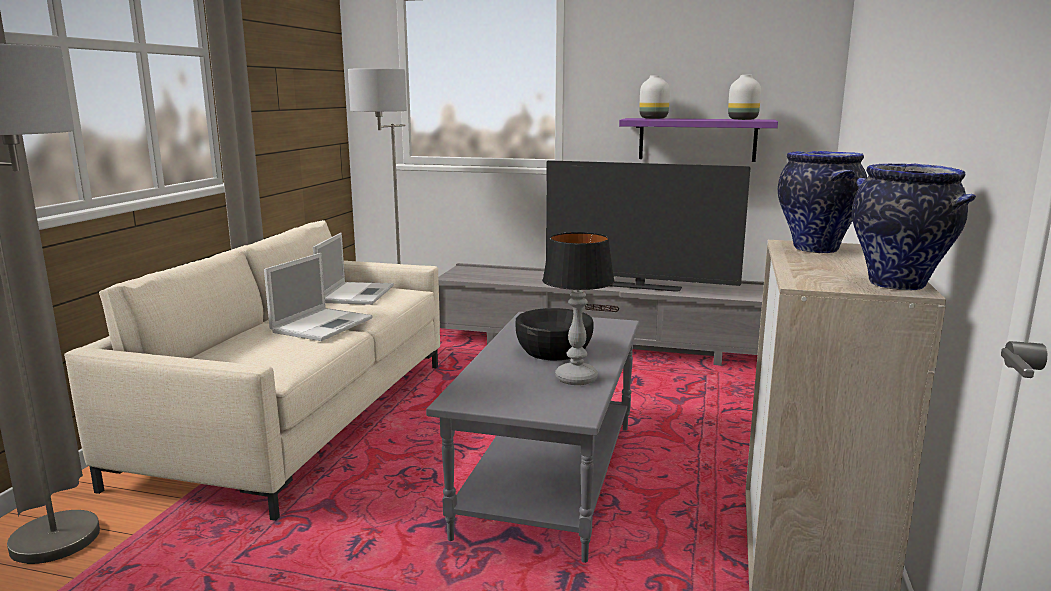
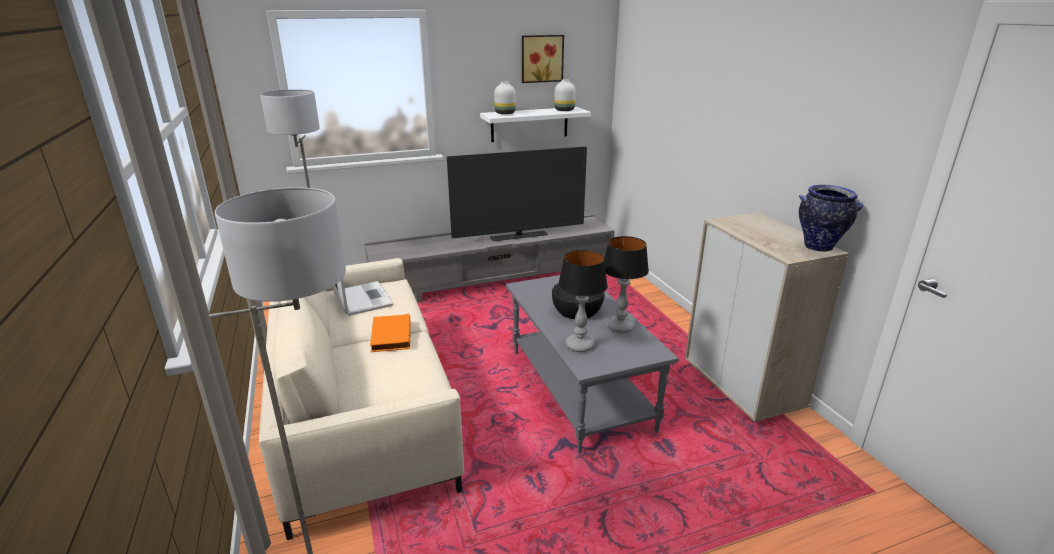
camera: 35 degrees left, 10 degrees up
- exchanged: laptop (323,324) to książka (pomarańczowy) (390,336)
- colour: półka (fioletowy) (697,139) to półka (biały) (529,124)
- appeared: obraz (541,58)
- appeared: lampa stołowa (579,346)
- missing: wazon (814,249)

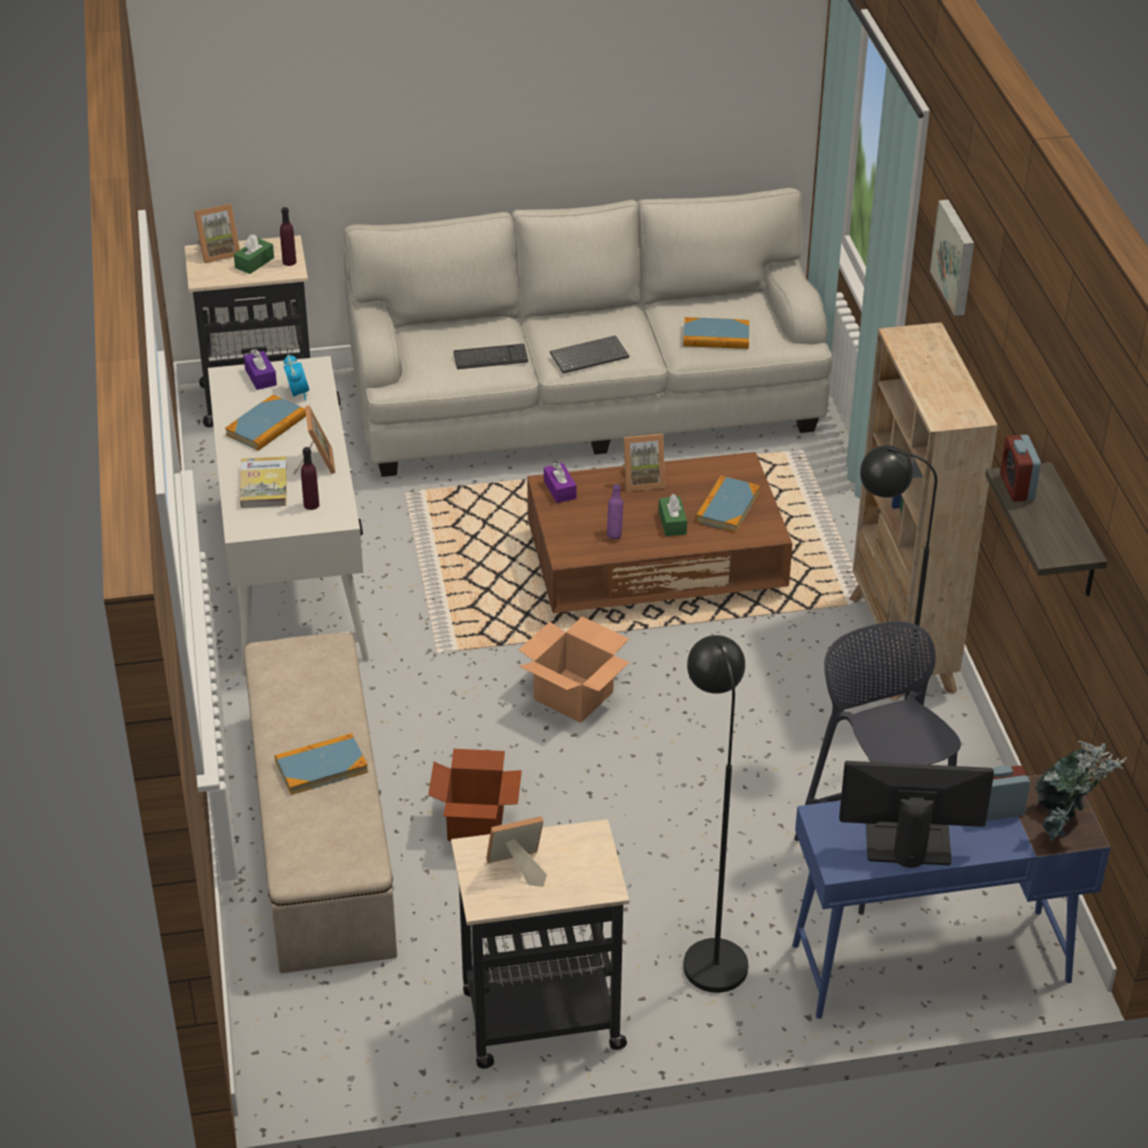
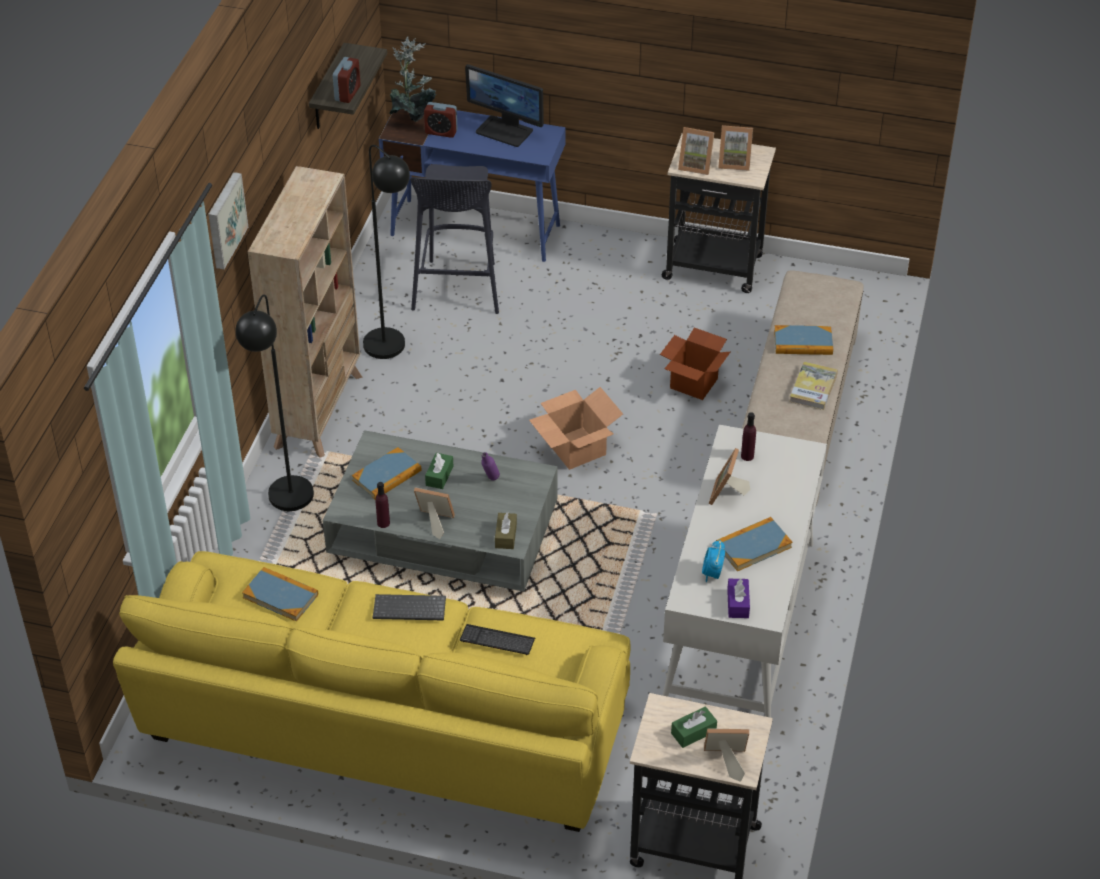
camera: 155 degrees left, 5 degrees up
- colour: kanapa (biały) (585,403) to kanapa (żółty) (385,727)
- relocated: lampa stojąca (czarny) (709,953) to (287,506)
- colour: ława (brązowy) (655,564) to ława (szary) (443,534)
- relocated: butelka (fioletowy) (289,262) to (383,523)
- colour: pudełko chusteczek (fioletowy) (560,489) to pudełko chusteczek (brązowy) (506,536)
- appeared: ramka na zdjęcie (696,165)
- relocated: książka (264,485) to (813,388)

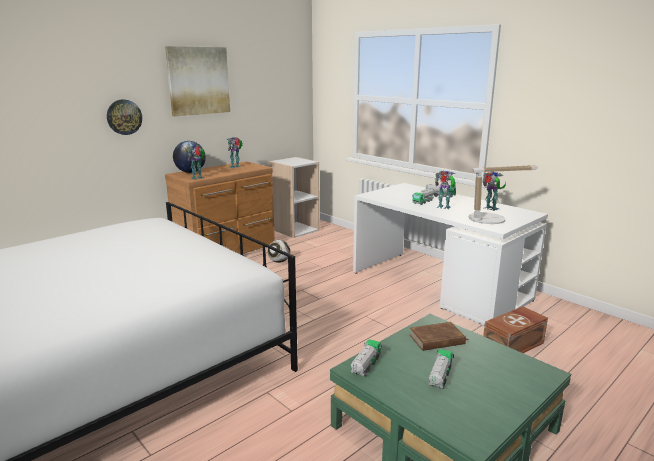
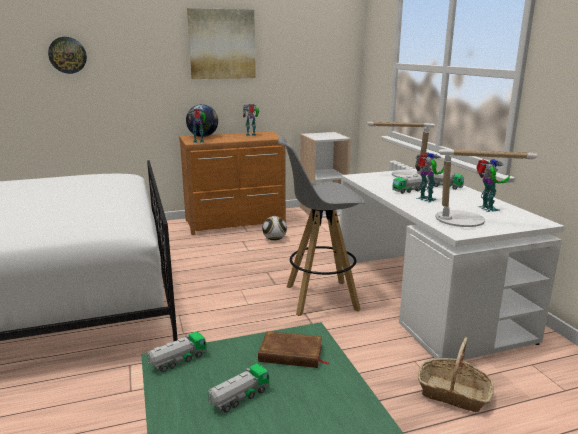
camera: 25 degrees right, 0 degrees up
- relocated: zegar ścienny (124,117) to (67,55)
- appeared: stołek (szary) (319,297)
- appeared: lampa stołowa (404,176)
- exchanged: pojemnik do przechowywania (brązowy) (514,345) to koszyk (453,393)

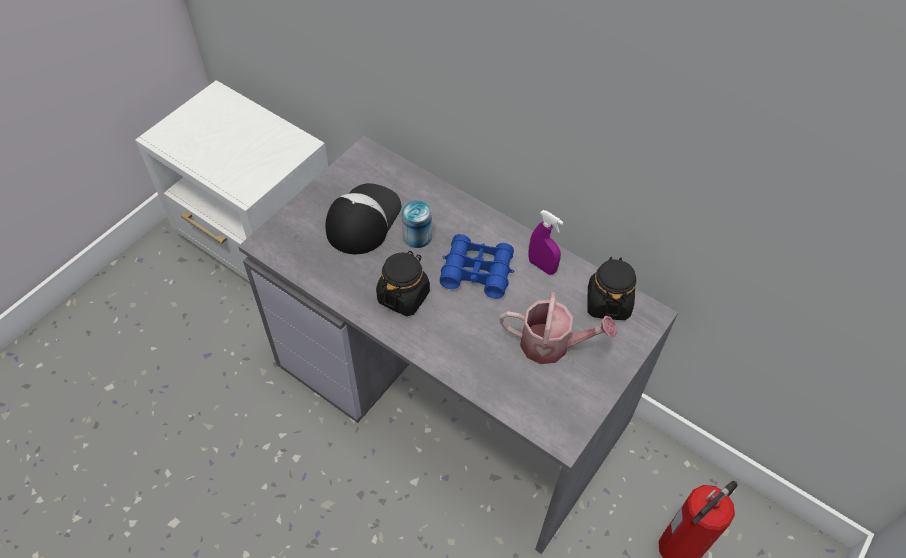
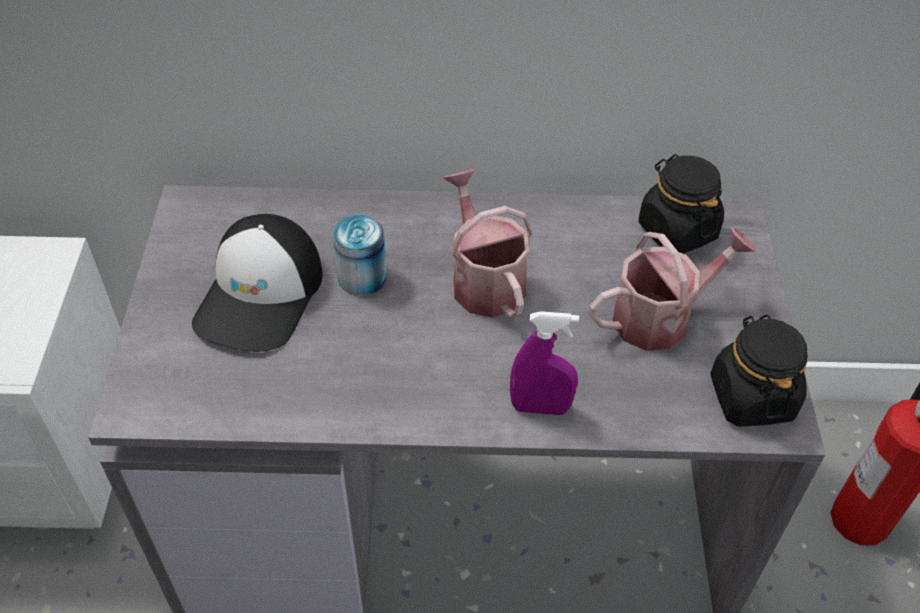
camera: 35 degrees left, 5 degrees down
- spun: czapka z daszkiem (362,219) = (261,295) 150 degrees counterclockwise
- exchanged: lornetka (niebieski) (477,271) to konewka (484,279)
- relocated: spryskiwacz (fioletowy) (542,266) to (540,407)
- relocated: słoik (czarny) (403,296) to (751,397)

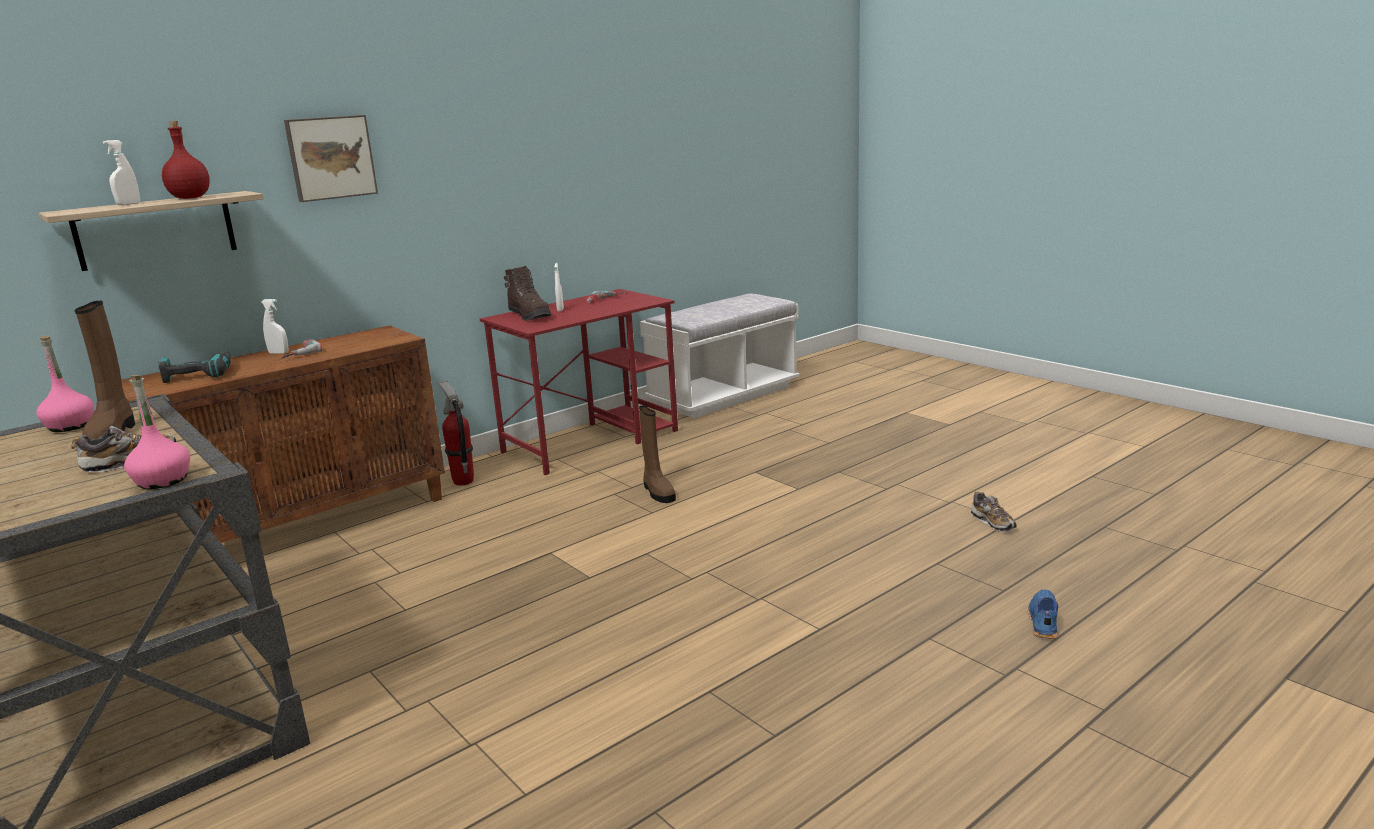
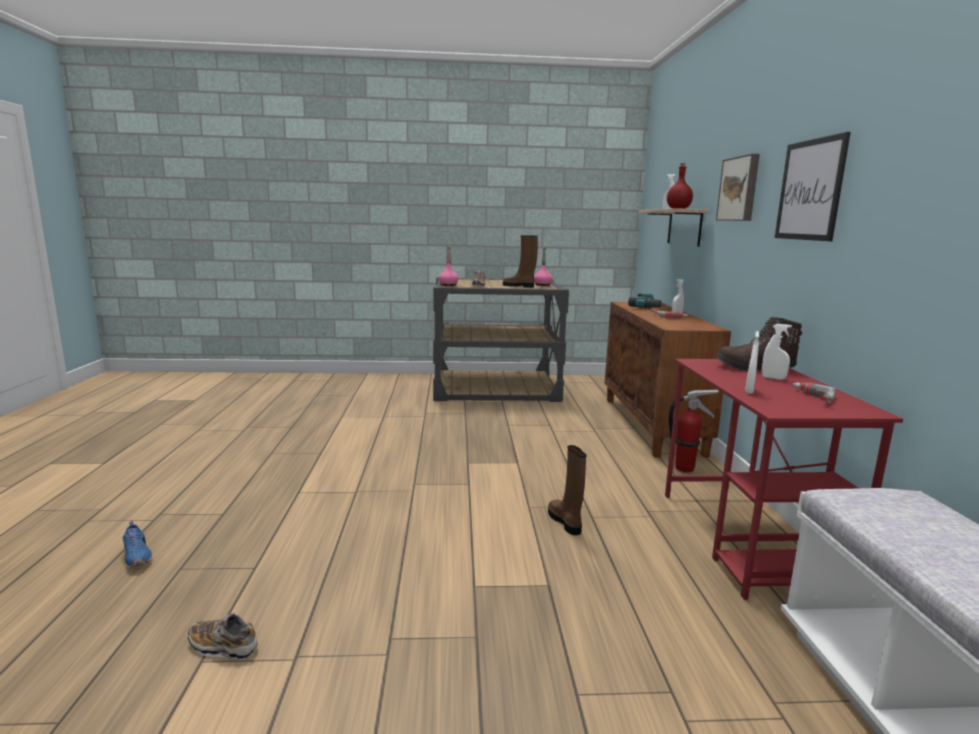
camera: 125 degrees right, 5 degrees down
- spun: but z cholewką (brązowy) (657,492) = (565,522) 60 degrees clockwise
- appeared: spryskiwacz (biały) (749,391)
- appeared: obraz (810,190)

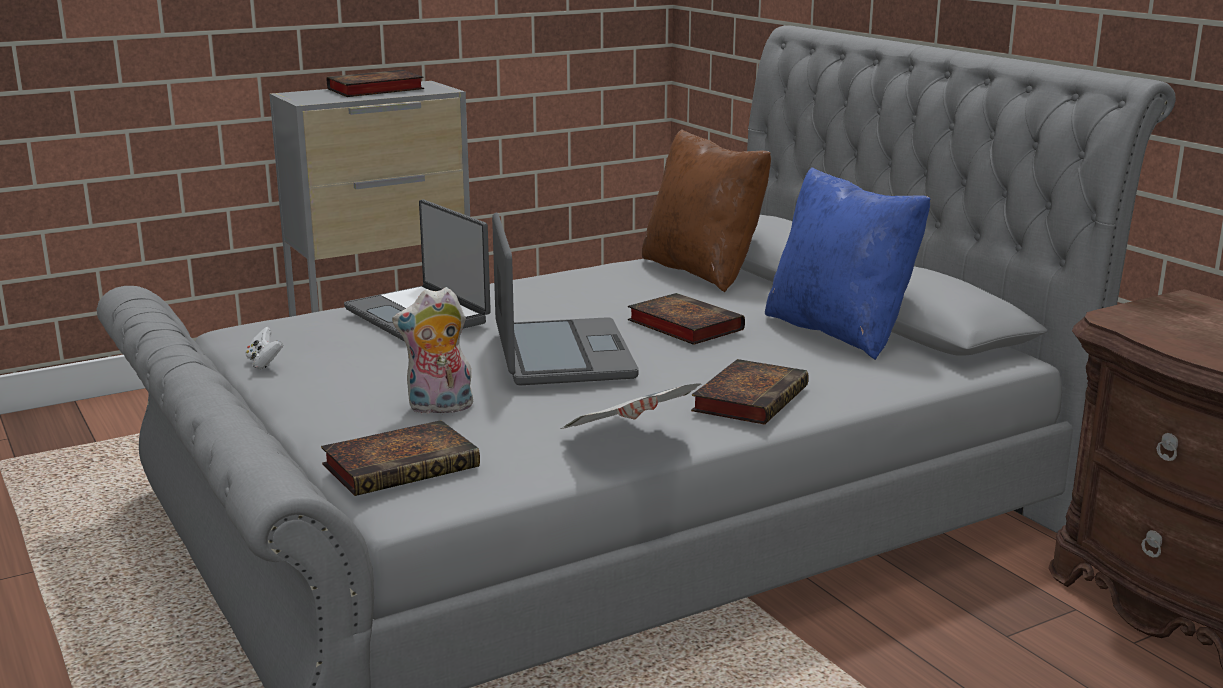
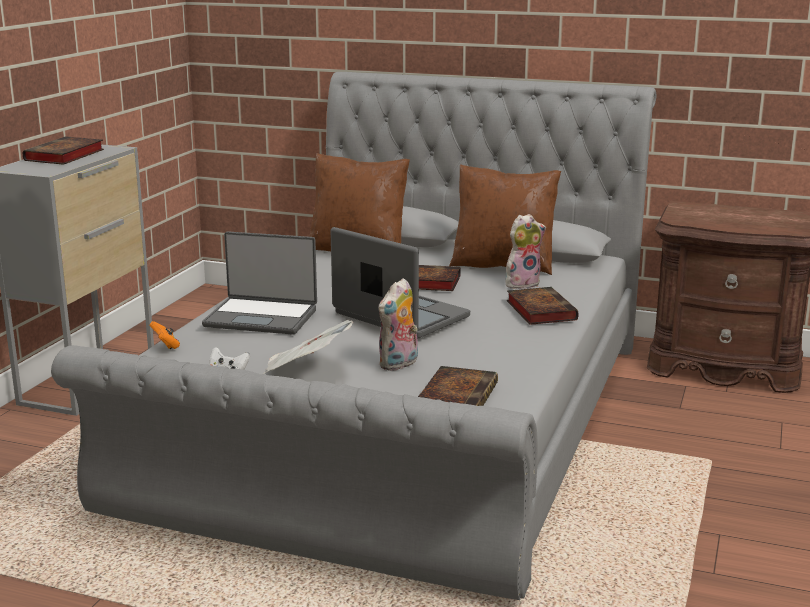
camera: 40 degrees left, 0 degrees up
- appeared: pad do gier (pomarańczowy) (166,346)
- relocated: gazeta (629,441) to (306,369)
- colour: poduszka (niebieski) (840,332) to poduszka (brązowy) (503,265)
- appeared: pluszak (522,283)

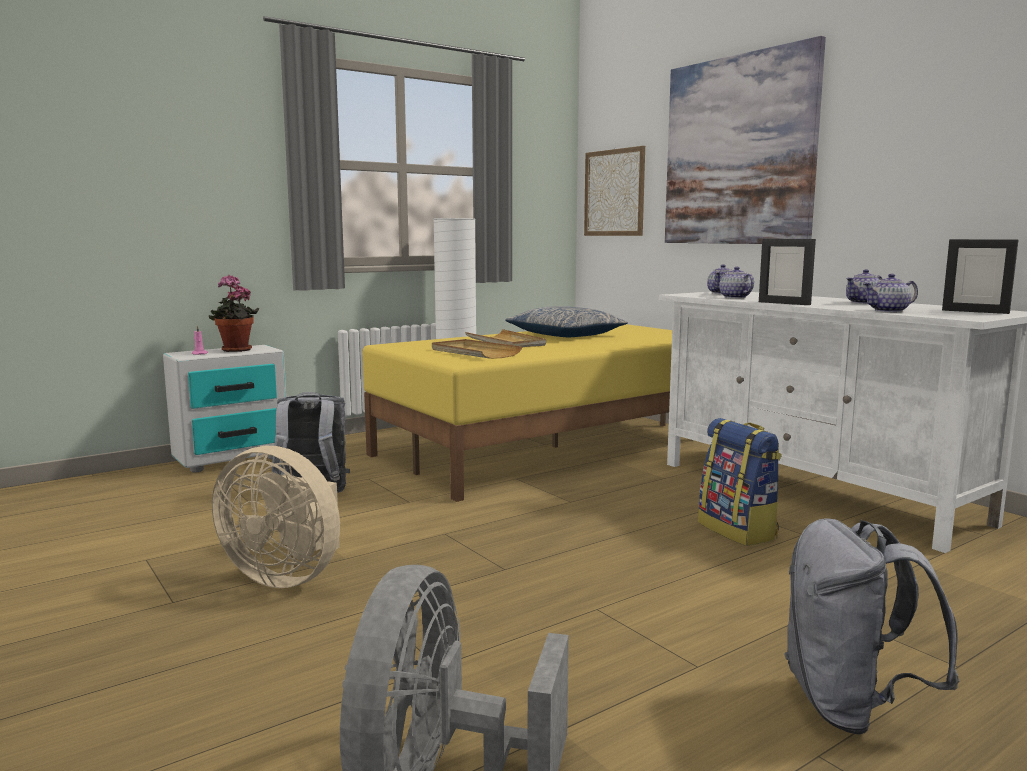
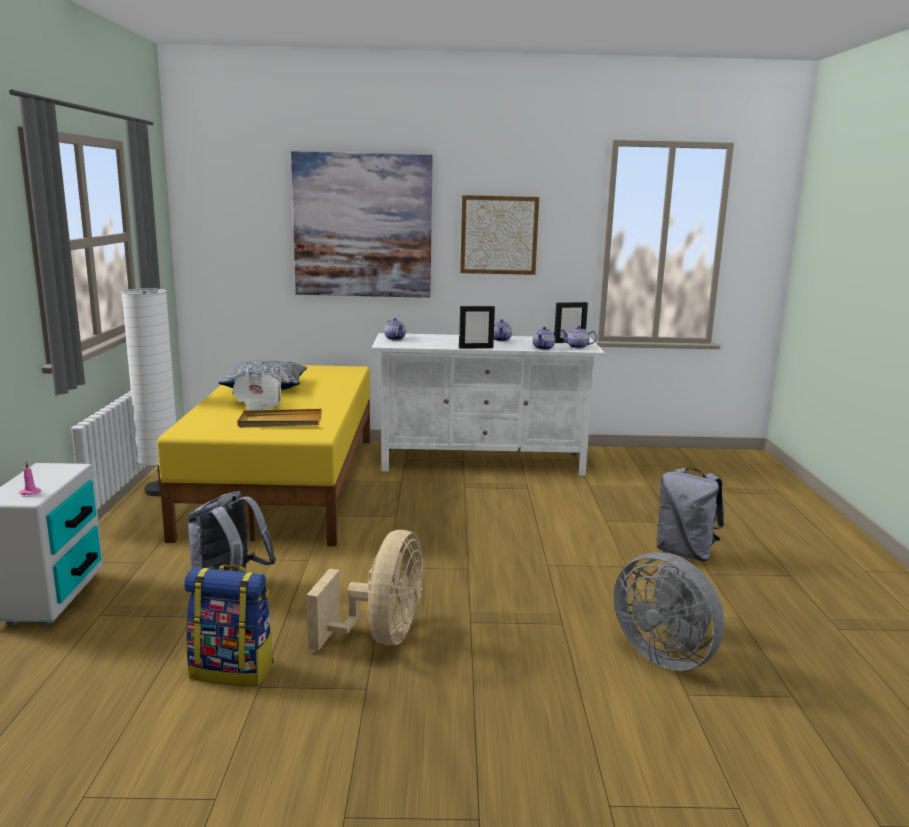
camera: 55 degrees left, 5 degrees up
- relocated: plecak (738,531) to (233,670)
- exchanged: taca (beżowy) (506,342) to gazeta (258,405)
- spun: wentylator (beżowy) (287,576) = (380,636) 45 degrees counterclockwise
- relocated: obraz (614,191) to (499,234)
- relocated: imbryk (735,297) to (577,347)
- missing: roślina doniczkowa (235,350)

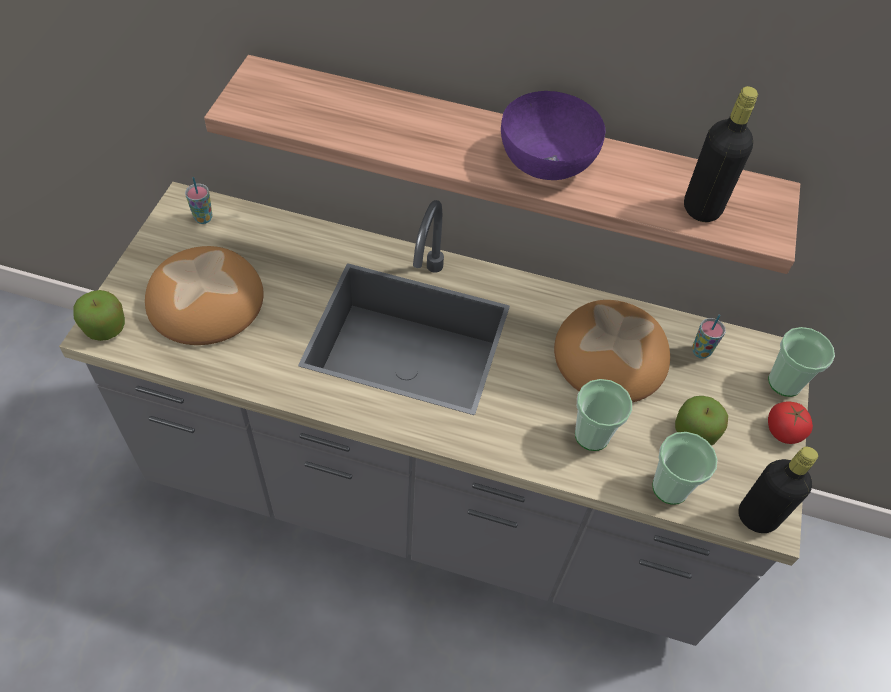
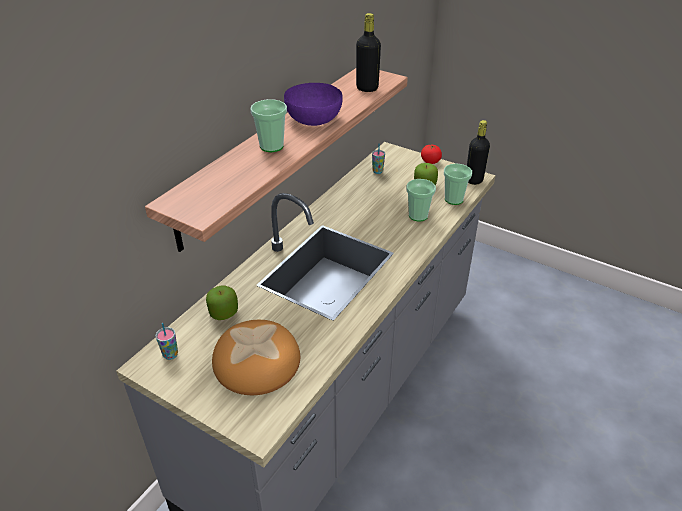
camera: 70 degrees left, 15 degrees down
- relocated: jabłko (105,327) to (223,312)
- relocated: filiżanka (784,382) to (271,146)
- missing: chleb (610,357)

